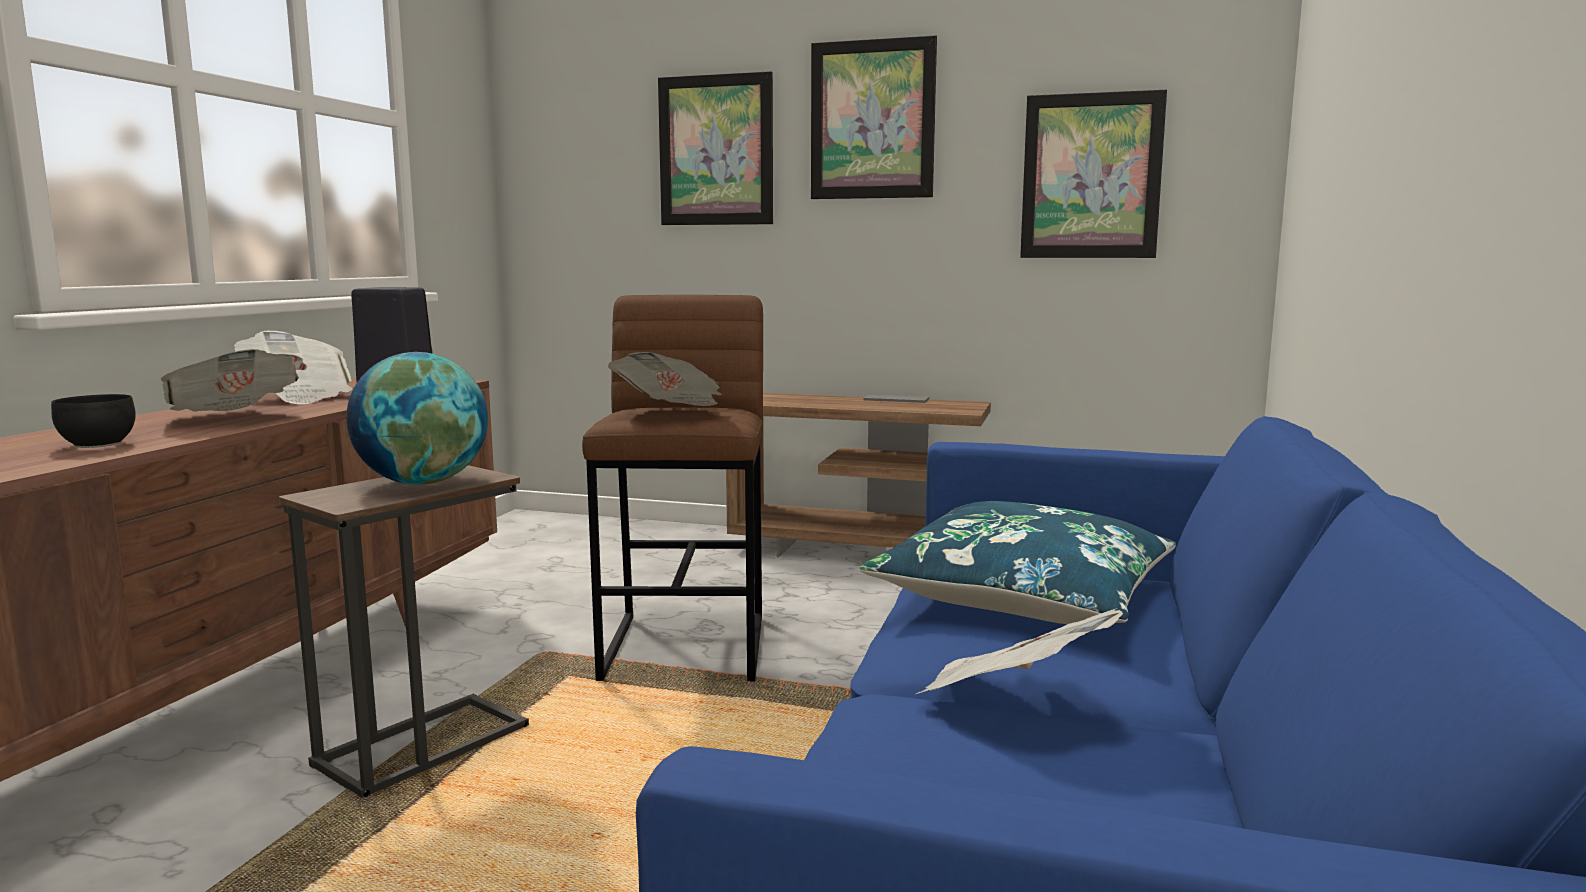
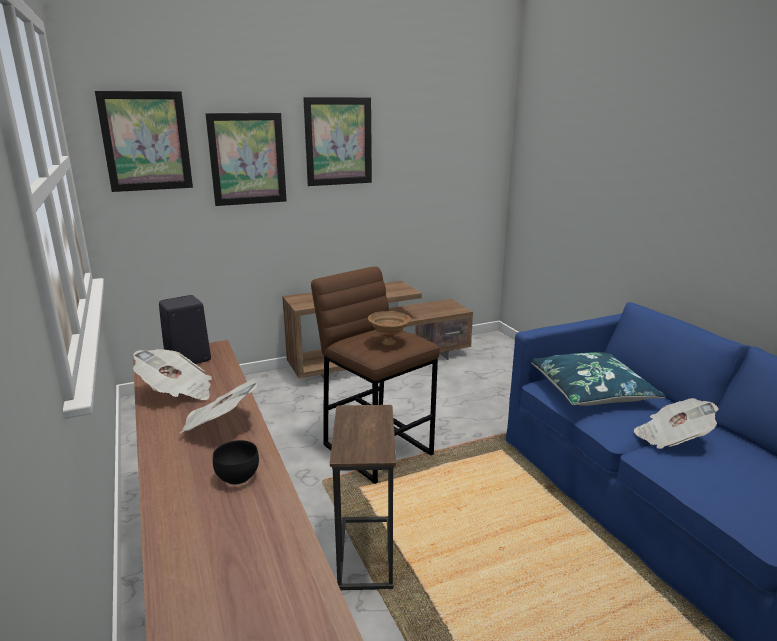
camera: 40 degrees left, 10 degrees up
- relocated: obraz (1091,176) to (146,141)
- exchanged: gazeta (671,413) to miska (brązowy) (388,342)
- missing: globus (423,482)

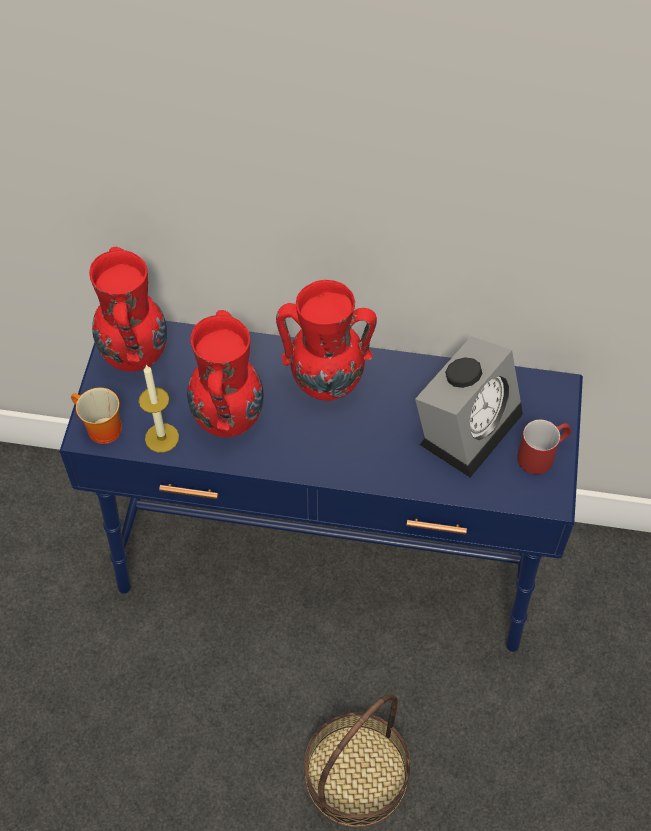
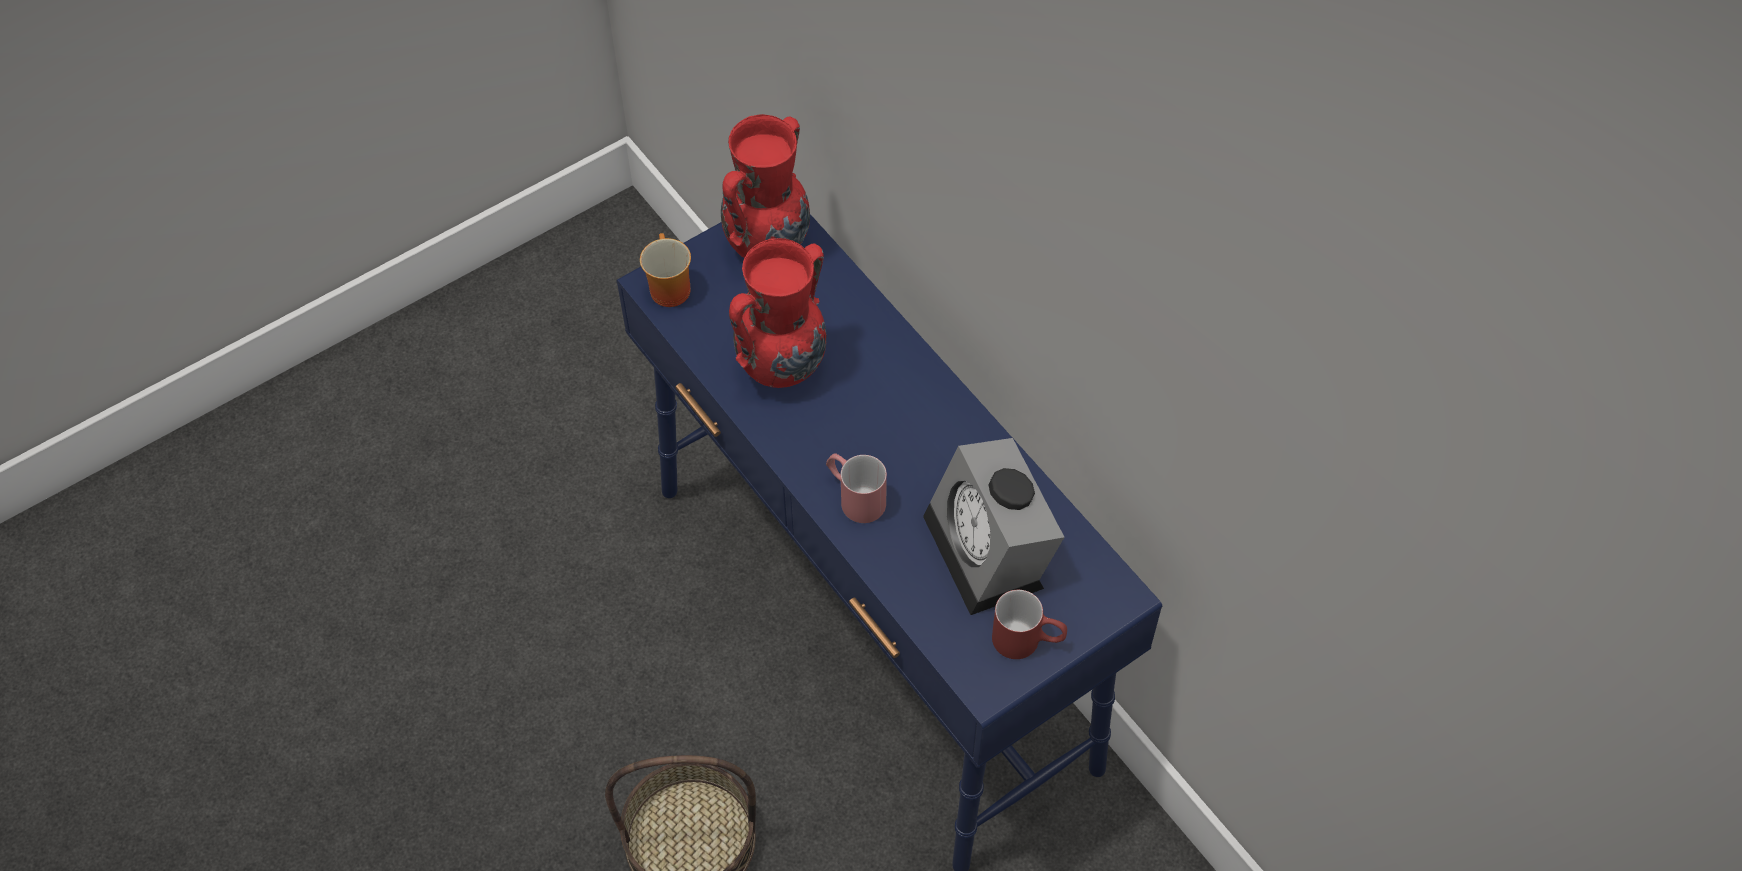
camera: 45 degrees right, 0 degrees up
- appeared: kubek (czerwony) (854,496)
- spun: budzik (468,424) = (991,553) 75 degrees clockwise
- missing: świeca (162,438)
- missing: wazon (czerwony) (326,383)

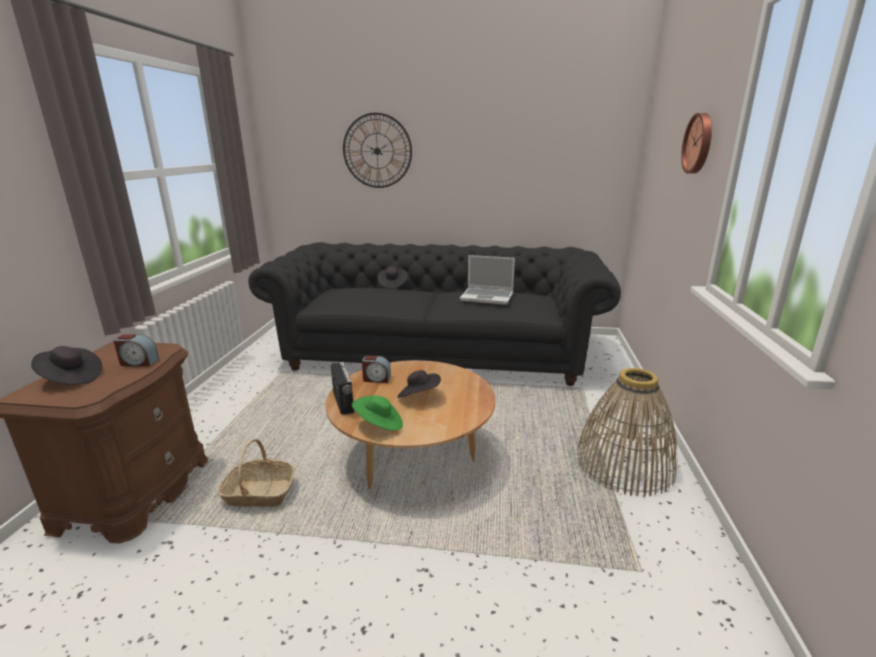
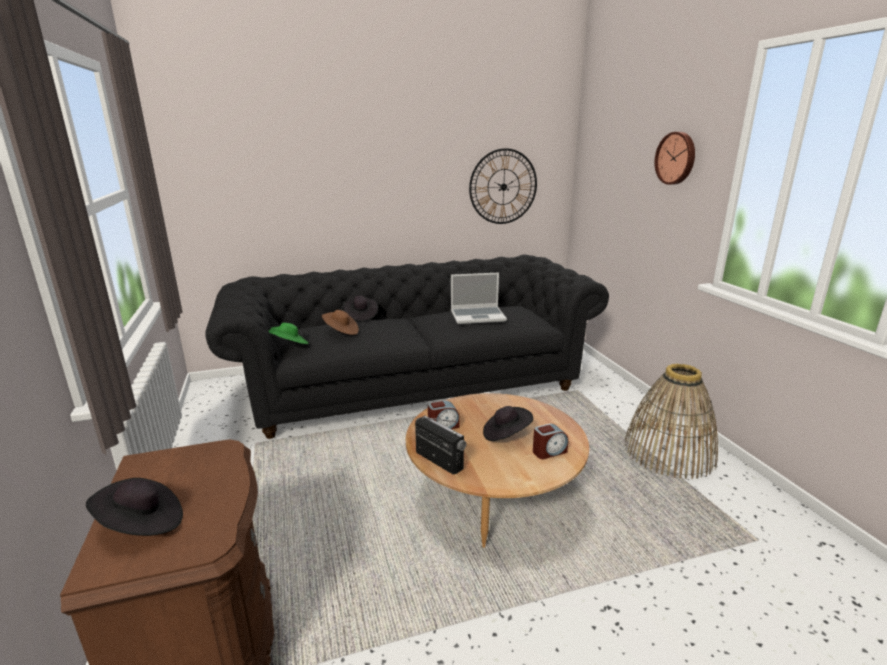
camera: 25 degrees left, 0 degrees up
- relocated: kapelusz (zielony) (379,425) to (289,345)
- appeared: kapelusz (brązowy) (341,332)
- relocated: zegar ścienny (377,151) to (503,187)
- relocated: budzik (138,362) to (549,452)
- missing: koszyk (259,493)

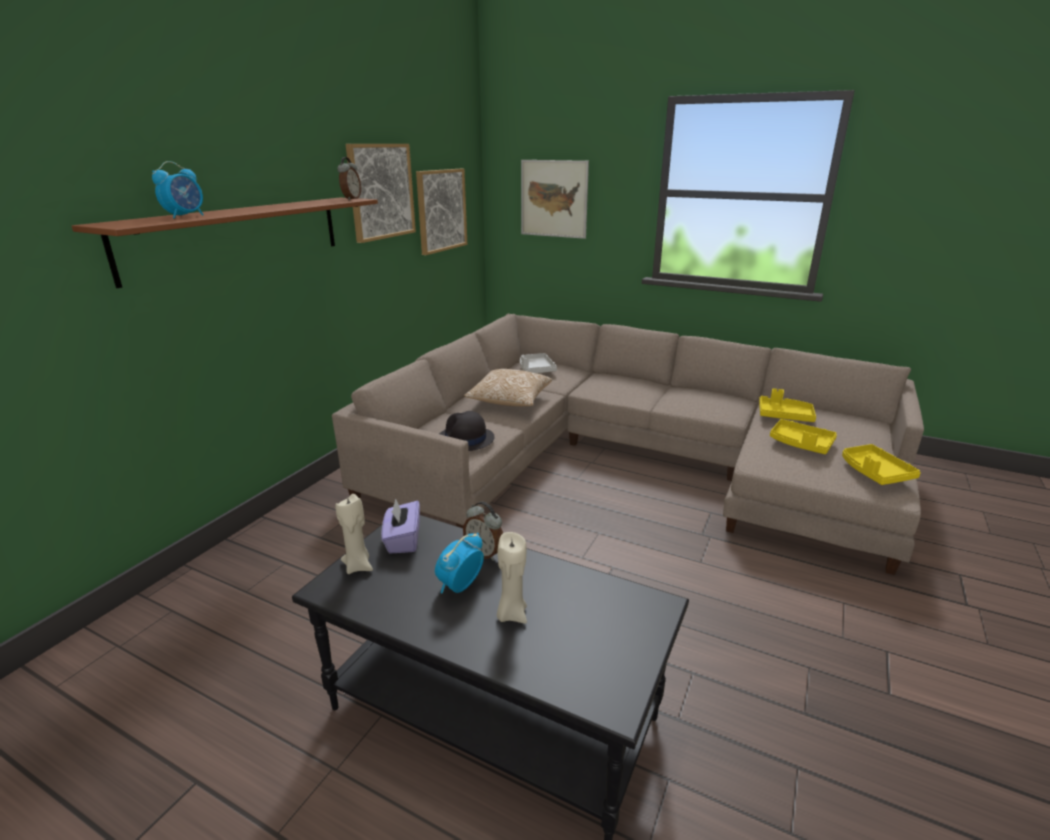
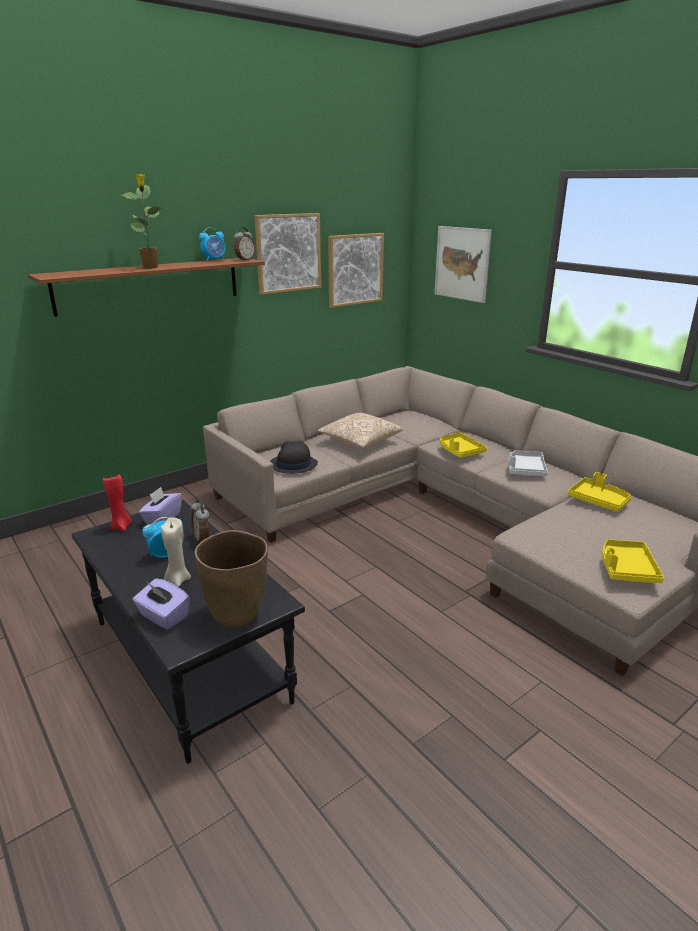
camera: 25 degrees right, 0 degrees up
- colour: świeca (beżowy) (358,566) to świeca (czerwony) (122,527)
- appeared: roślina doniczkowa (151,267)
- appeared: pudełko chusteczek (fioletowy) (163,616)
- appeared: wazon (brązowy) (237,615)
- relocated: budzik (185,216) to (214,260)
- relocated: taca (żółty) (800,444) to (459,451)
- relocated: taca (szary) (536,369) to (525,469)

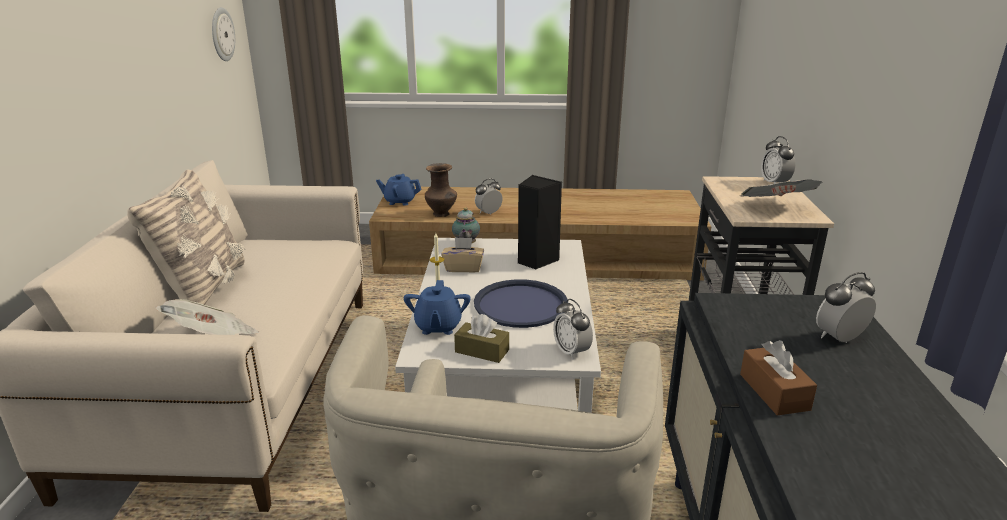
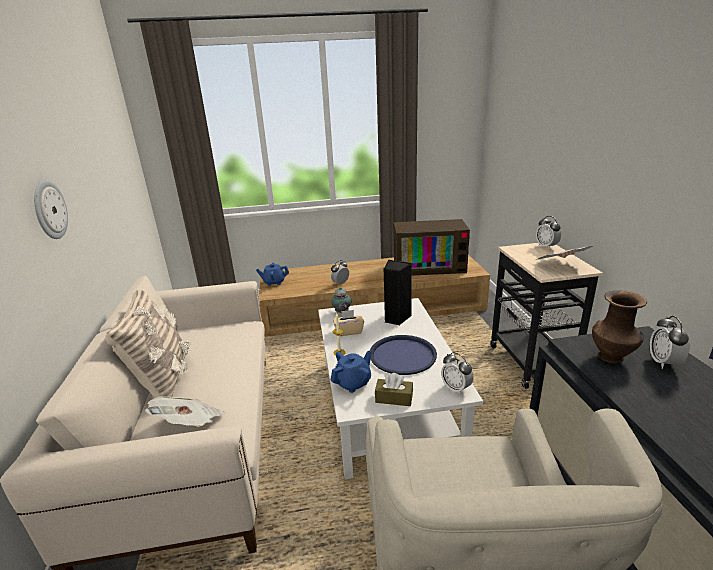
camera: 10 degrees left, 0 degrees up
- relocated: zegar ścienny (222,34) to (49,210)
- spun: imbryk (niebieski) (438,326) = (353,383) 120 degrees counterclockwise
- appeared: telewizor (429,266)
- relocated: wazon (brązowy) (442,214) to (612,357)
- spun: budzik (839,338) = (663,362) 45 degrees counterclockwise
- missing: pudełko chusteczek (brązowy) (774,392)

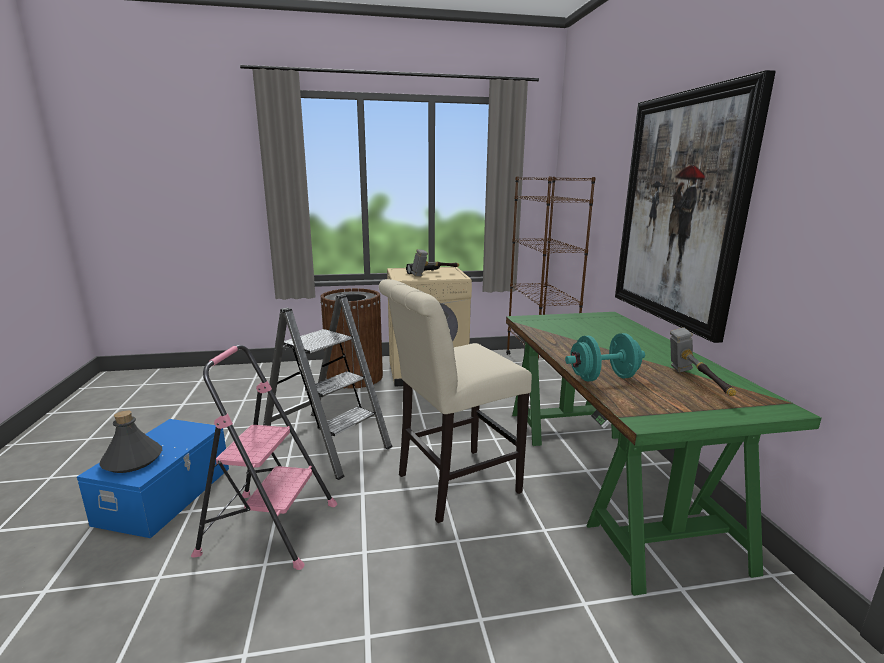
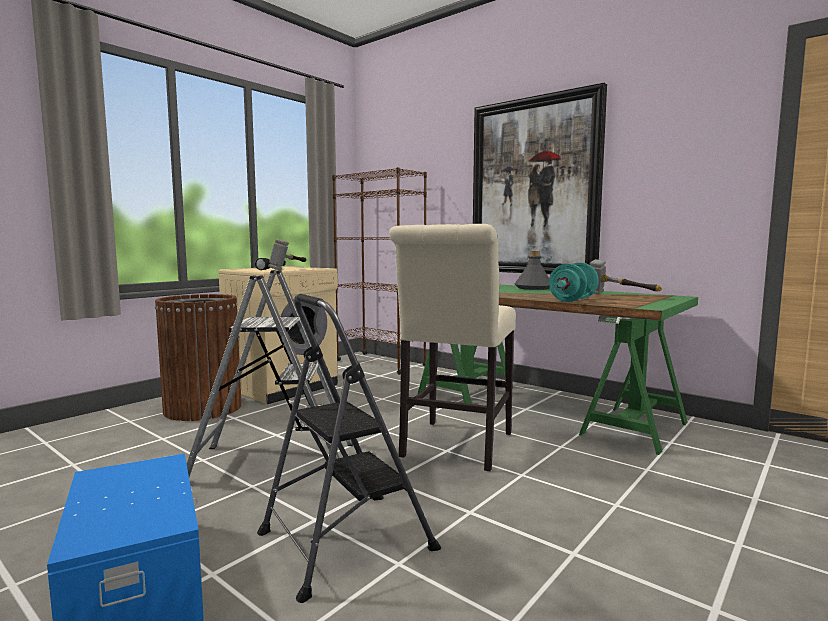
camera: 40 degrees left, 10 degrees down
- colour: drabinka (różowy) (265,527) to drabinka (czarny) (341,541)
- relocated: butelka (szary) (133,460) to (533,288)

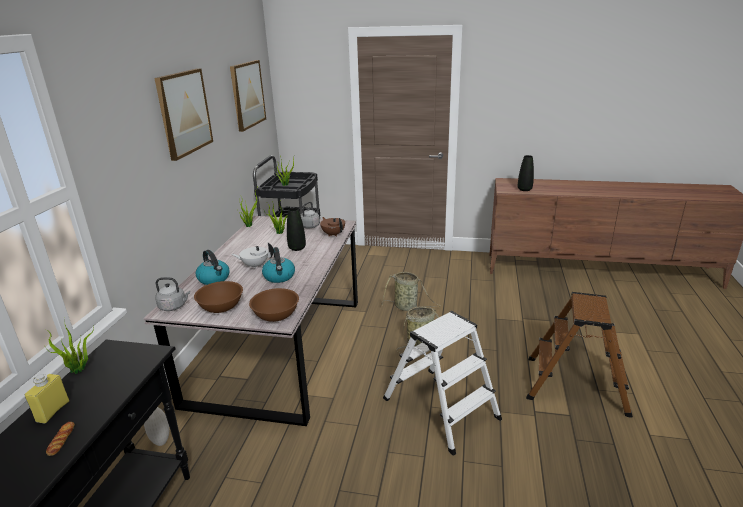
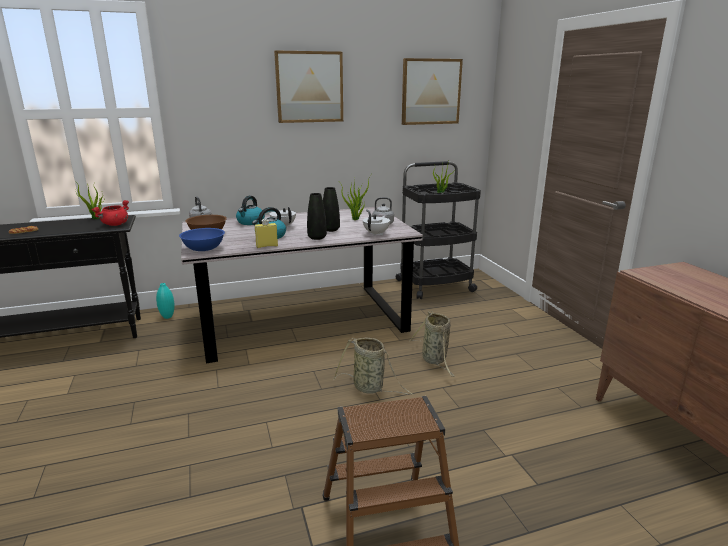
camera: 60 degrees right, 5 degrees down
- appeared: garnek (czerwony) (115,225)
- colour: wazon (biały) (161,442) to wazon (turkusowy) (167,317)
- colour: miska (brązowy) (276,315) to miska (niebieski) (203,249)
- relocated: butelka (żółty) (53,411) to (267,246)
- relocated: wazon (czarny) (524,189) to (317,238)
- colour: imbryk (brązowy) (333,234) to imbryk (biały) (376,234)
- missing: drabinka (biały) (440,408)

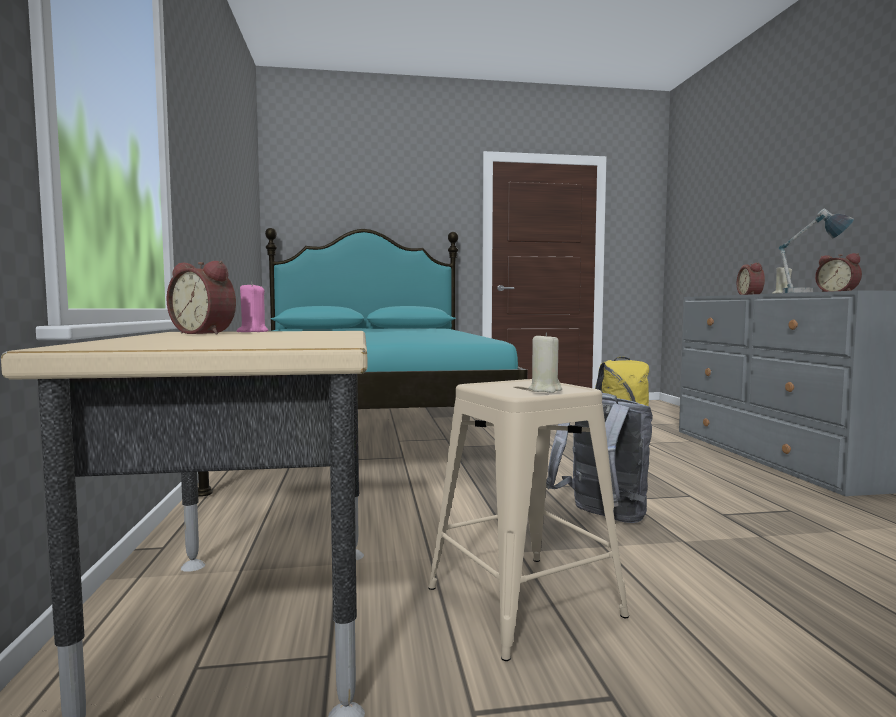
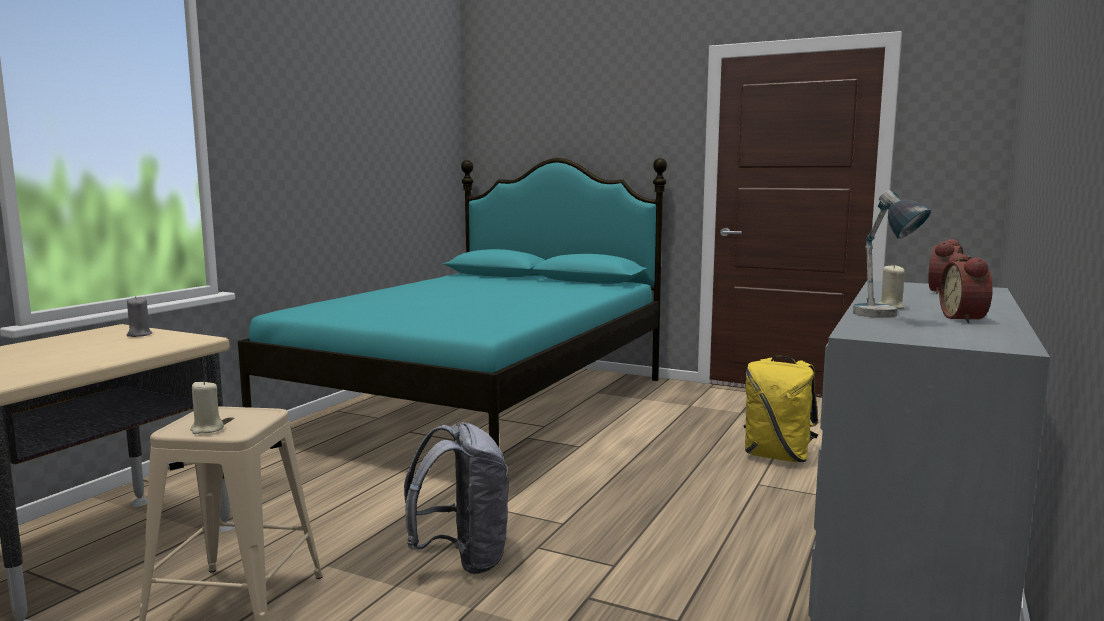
camera: 35 degrees right, 5 degrees up
- colour: świeca (różowy) (252,332) to świeca (szary) (139,335)
- missing: budzik (206,333)

